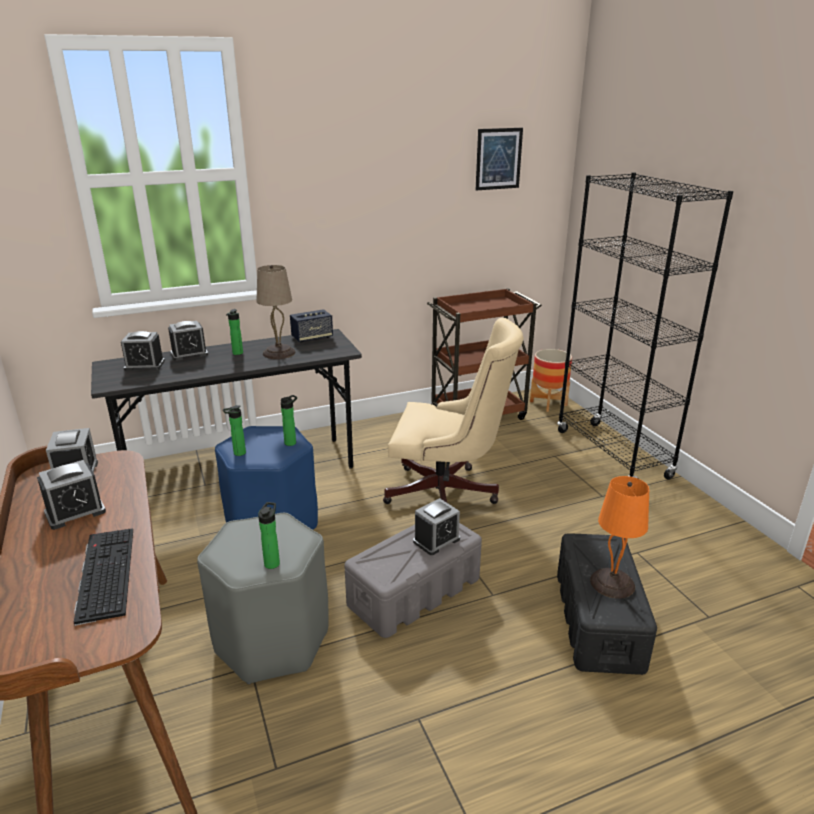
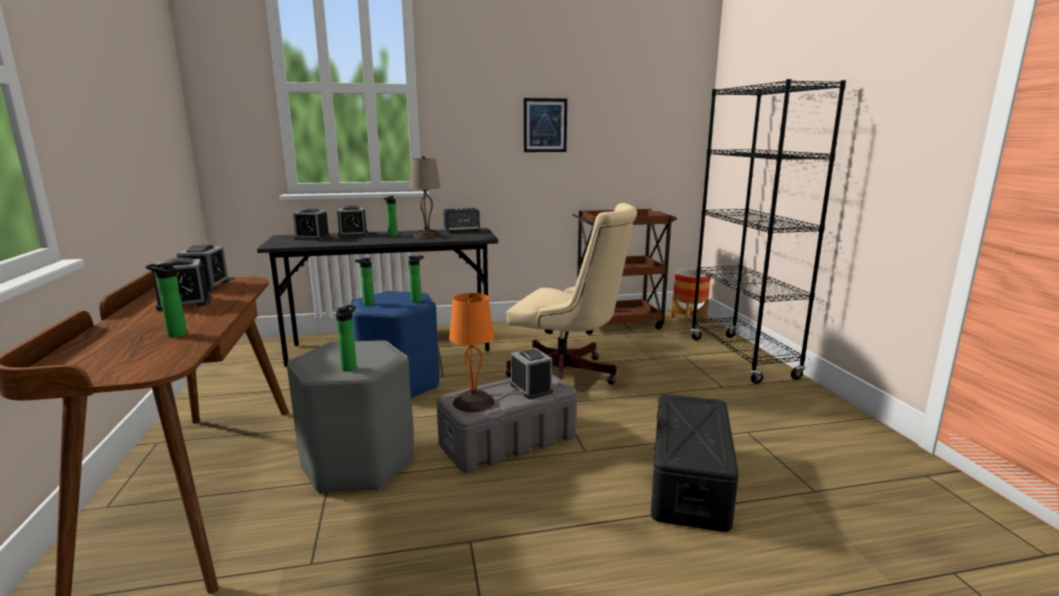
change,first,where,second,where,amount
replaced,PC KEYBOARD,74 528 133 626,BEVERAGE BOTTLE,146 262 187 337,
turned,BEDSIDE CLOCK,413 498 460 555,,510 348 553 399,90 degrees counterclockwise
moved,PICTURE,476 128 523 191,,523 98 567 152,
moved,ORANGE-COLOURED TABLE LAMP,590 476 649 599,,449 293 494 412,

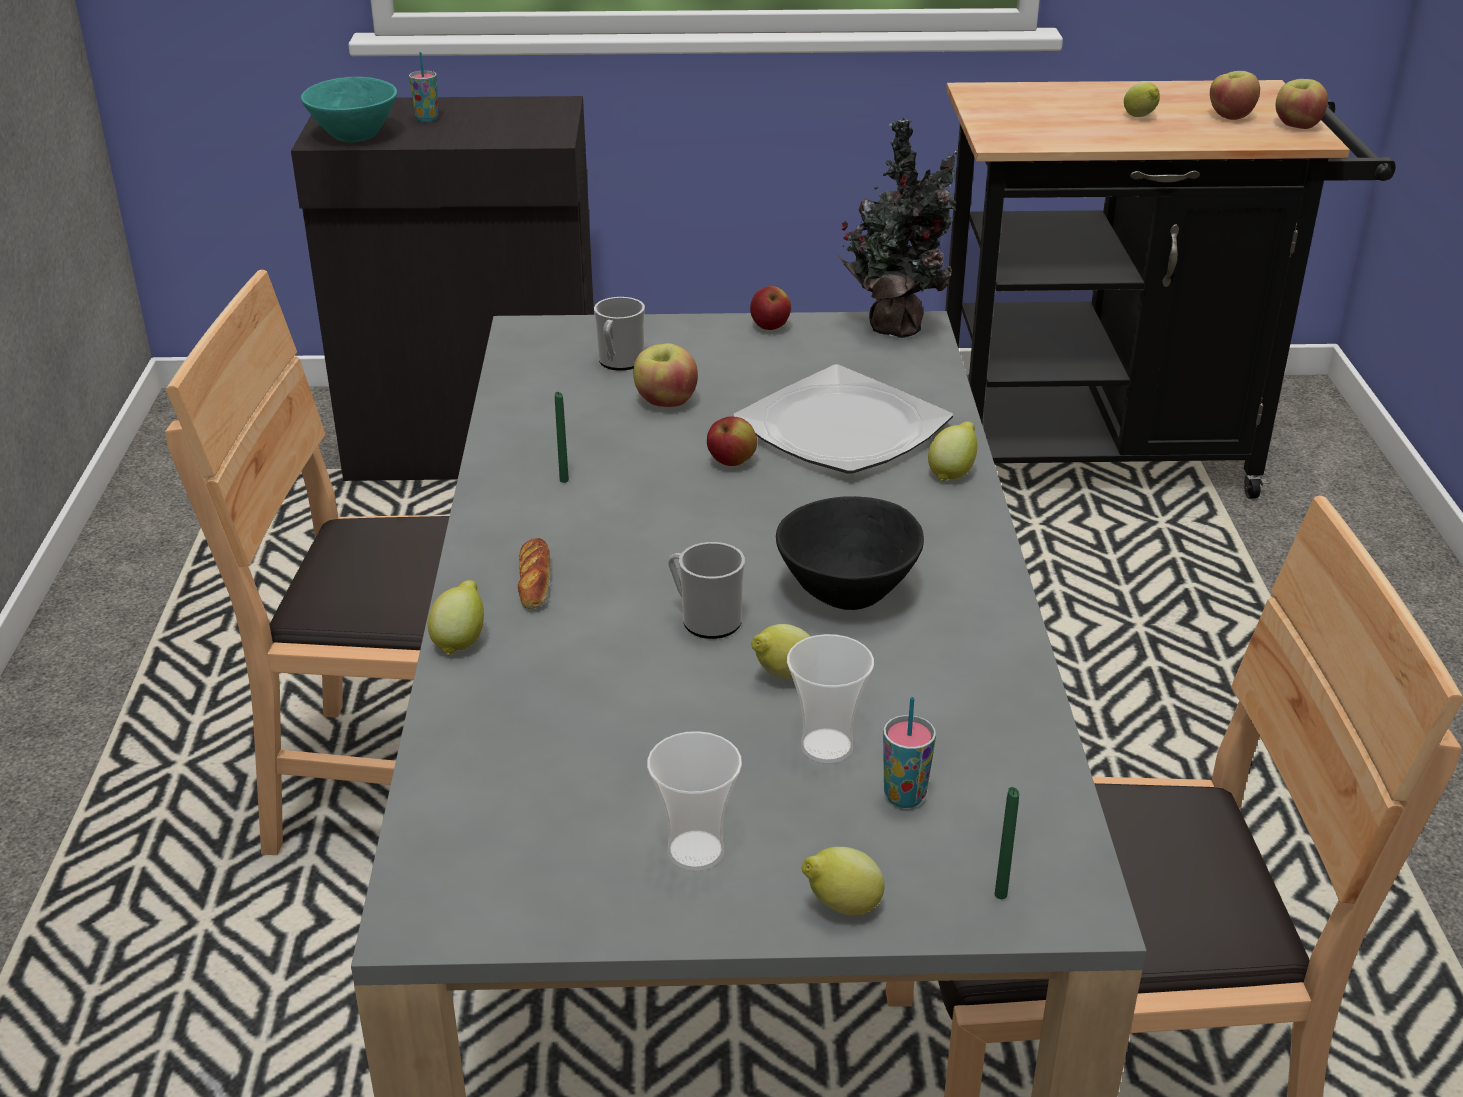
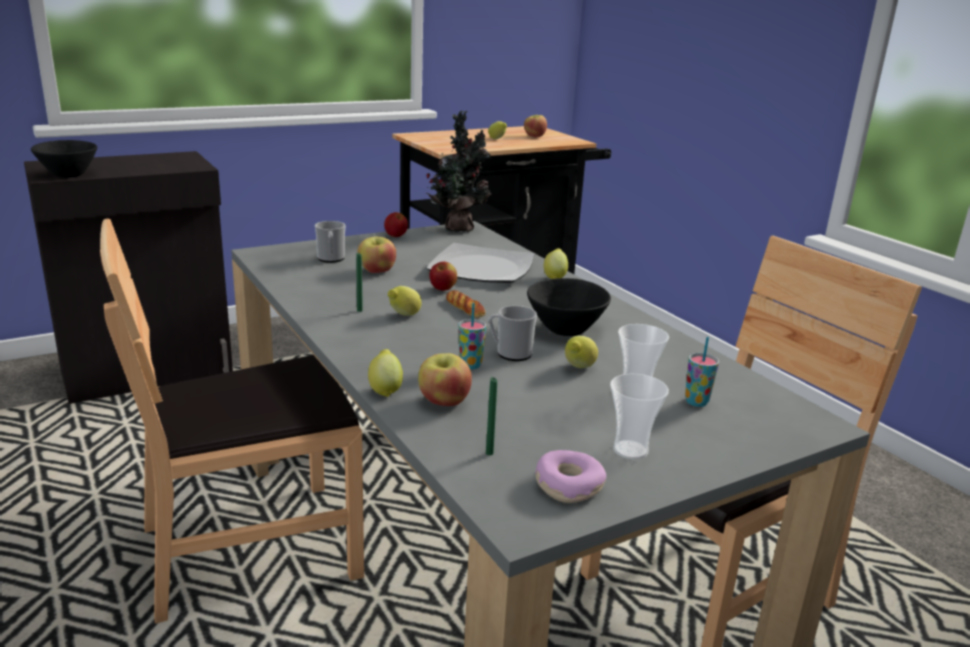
change,first,where,second,where,amount
recoloured,TURQUOISE-COLOURED DEEP DISH,301 77 397 142,BLACK DEEP DISH,31 140 97 177,
moved,CUP,409 52 438 122,,458 303 486 369,
moved,BAKERY BREAD,518 538 550 609,,446 290 486 318,
moved,LEMON,802 847 885 916,,388 286 422 316,
moved,GREENISH WAX LIGHT,995 787 1019 899,,486 377 497 455,
moved,WHOLE APPLE,1275 79 1328 129,,418 353 472 406,
added,,,DOUGHNUT,535 450 607 503,

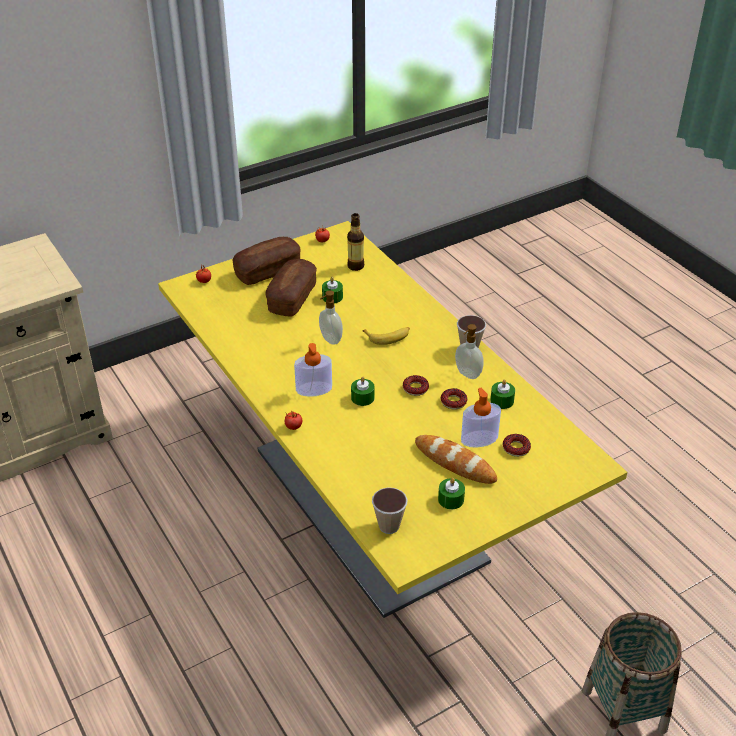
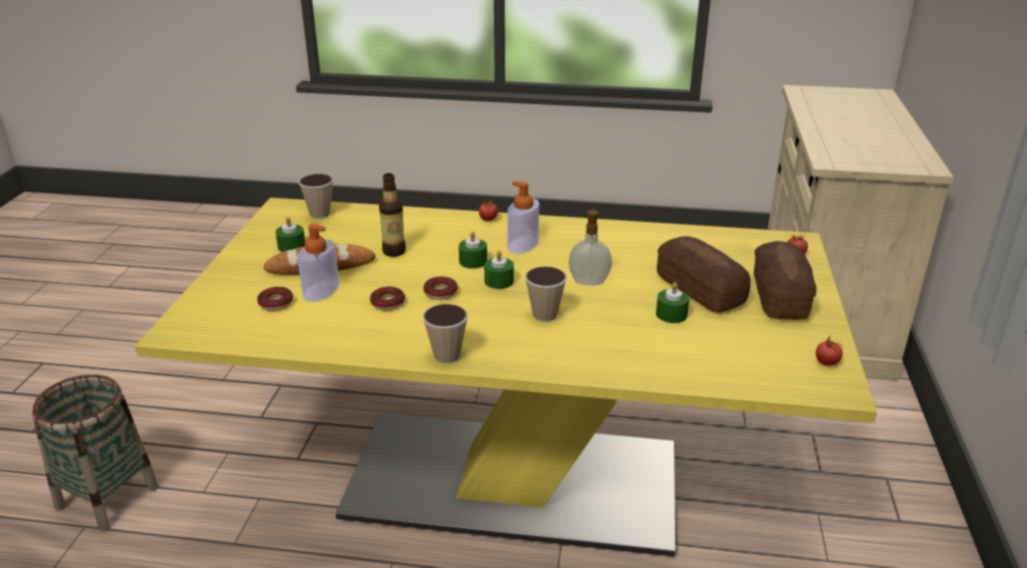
change,first,where,second,where,amount
moved,BEVERAGE BOTTLE,347 213 364 271,,379 173 406 257,
replaced,BANANA,362 327 410 345,CUP,525 266 567 322,
removed,LIQUID SOAP BOTTLE,455 324 484 379,,,
moved,GREENISH WAX LIGHT,490 380 515 409,,484 250 514 289,

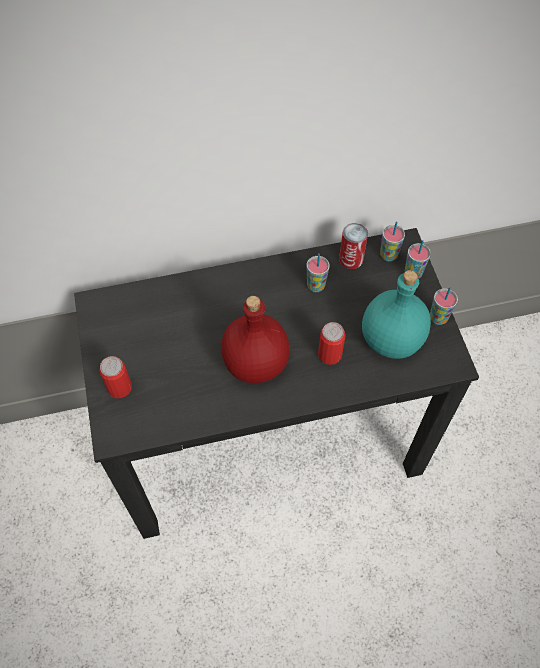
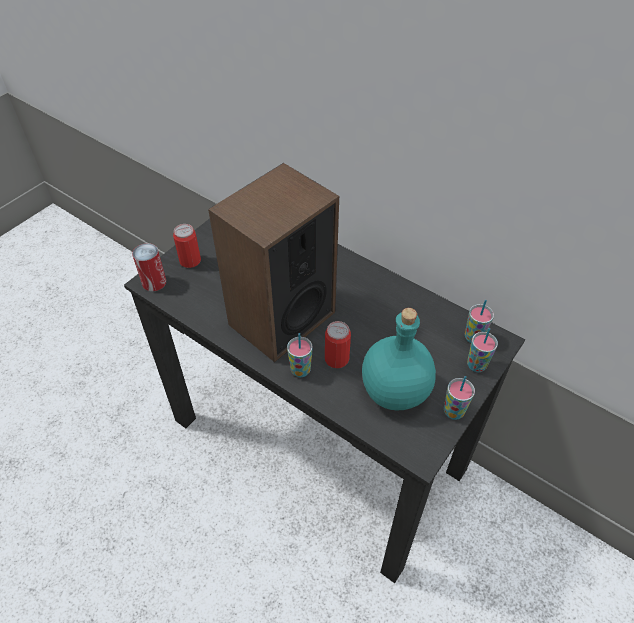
change,first,where,second,where,amount
replaced,RED-COLOURED BEVERAGE BOTTLE,221 296 290 383,SPEAKER,208 163 339 362,
moved,CUP,306 253 330 292,,287 333 313 377,
moved,SEALED CAN,339 223 368 269,,132 243 166 291,

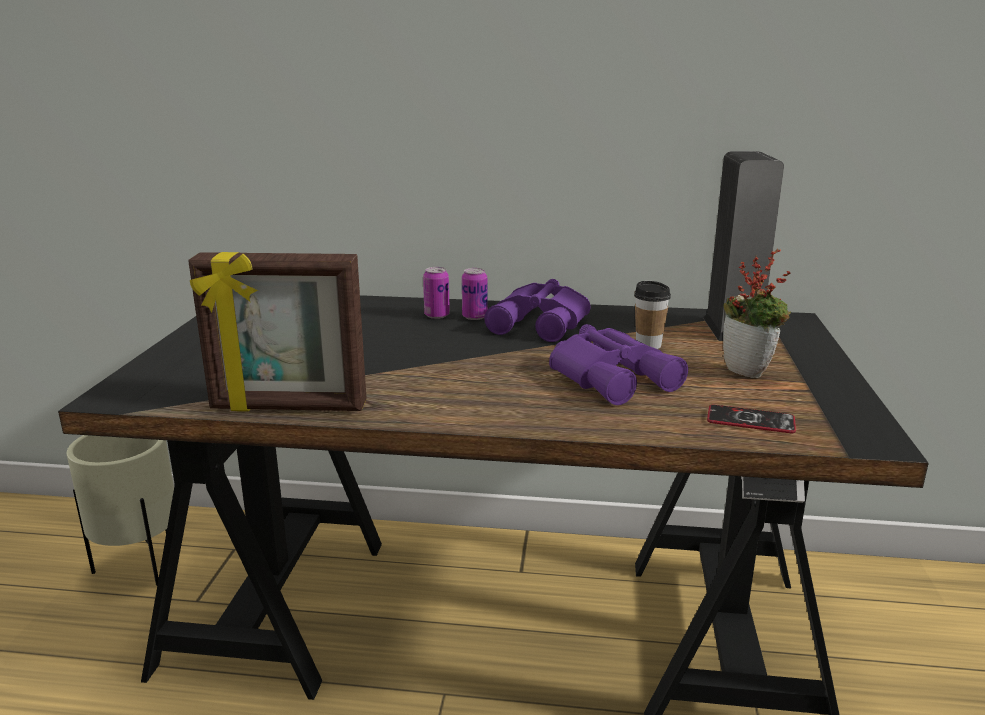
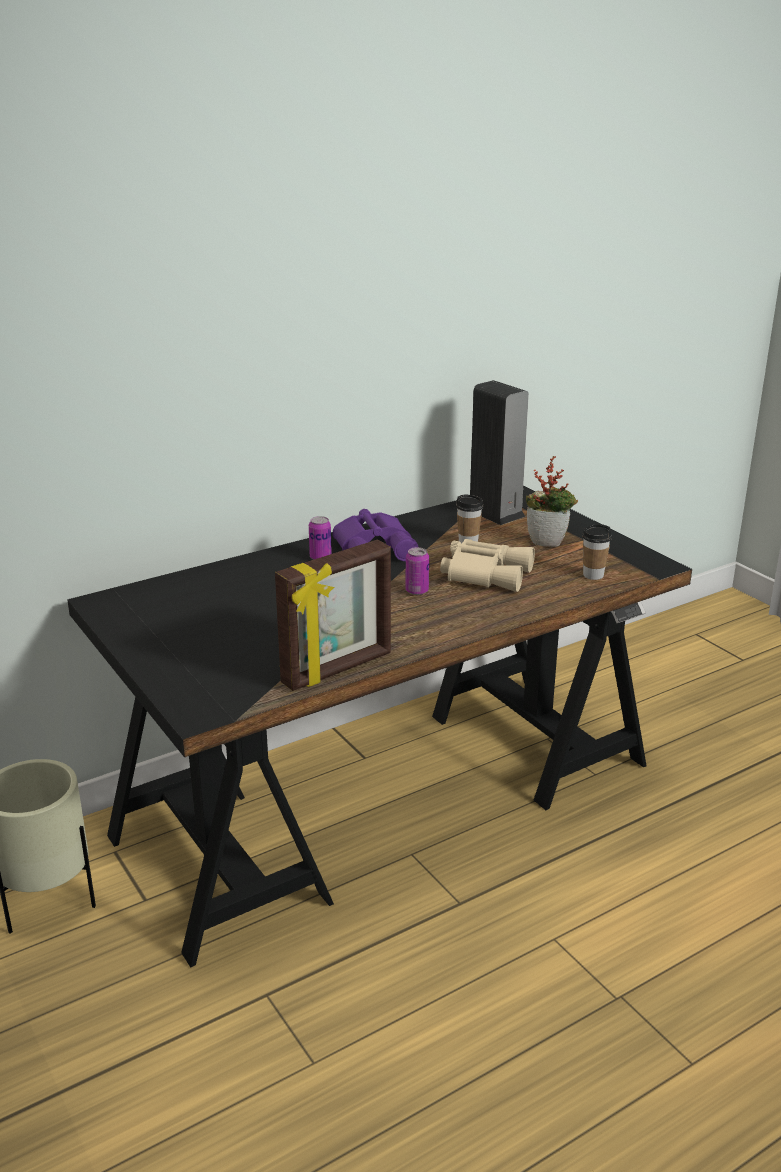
change,first,where,second,where,amount
moved,SEALED CAN,423 267 450 319,,406 547 429 595,
recoloured,PURPLISH PAIR OF BINOCULARS,549 324 688 405,SAND-COLOURED PAIR OF BINOCULARS,440 539 535 592,
replaced,TELEPHONE,707 405 796 433,CUP,582 524 612 580,

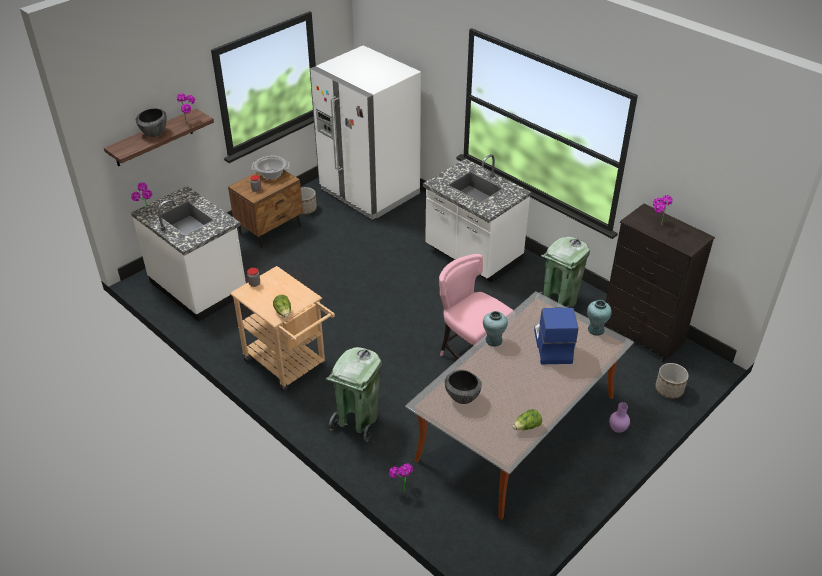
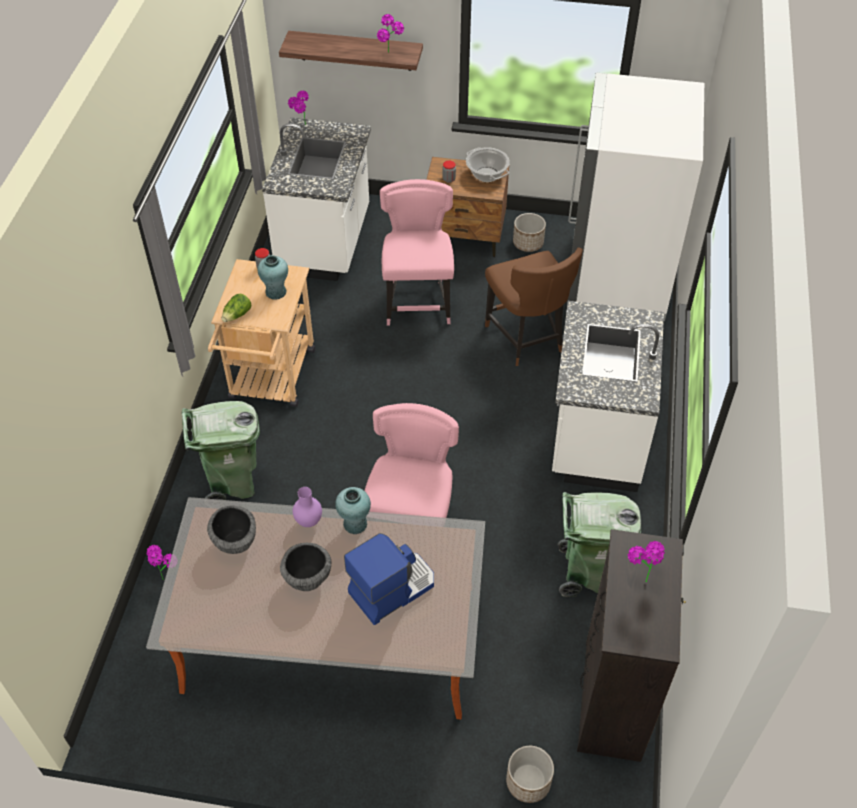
change,first,where,second,where,amount
moved,DEEP DISH,136 108 167 137,,280 543 331 591,
removed,HEAD OF LETTUCE,513 409 542 430,,,
moved,TURQUOISE-COLOURED DECORATIVE VASE,587 300 612 336,,258 255 288 300,
moved,PURPLISH DECORATIVE VASE,609 402 630 433,,293 487 322 527,
added,,,PINK-COLOURED PLAIN CHAIR,380 179 454 326,
added,,,BROWNISH PLAIN CHAIR,485 247 583 366,

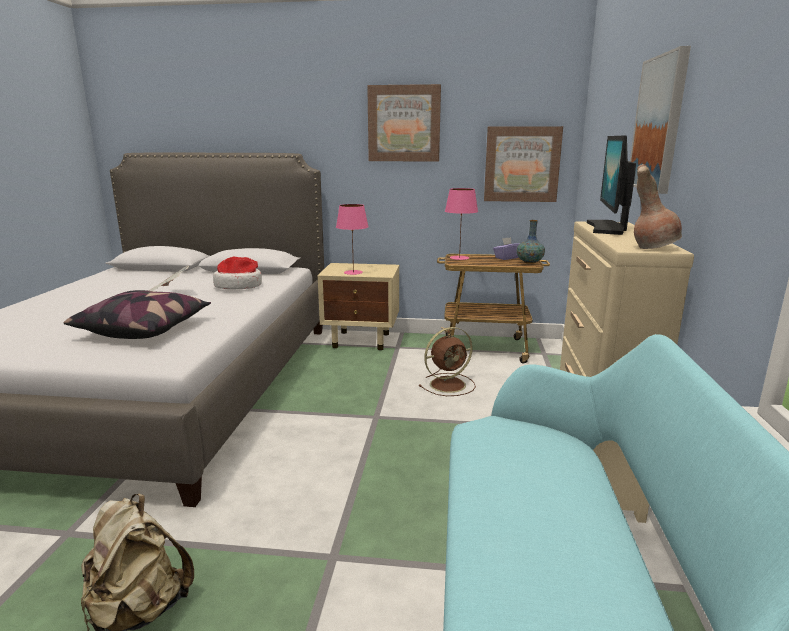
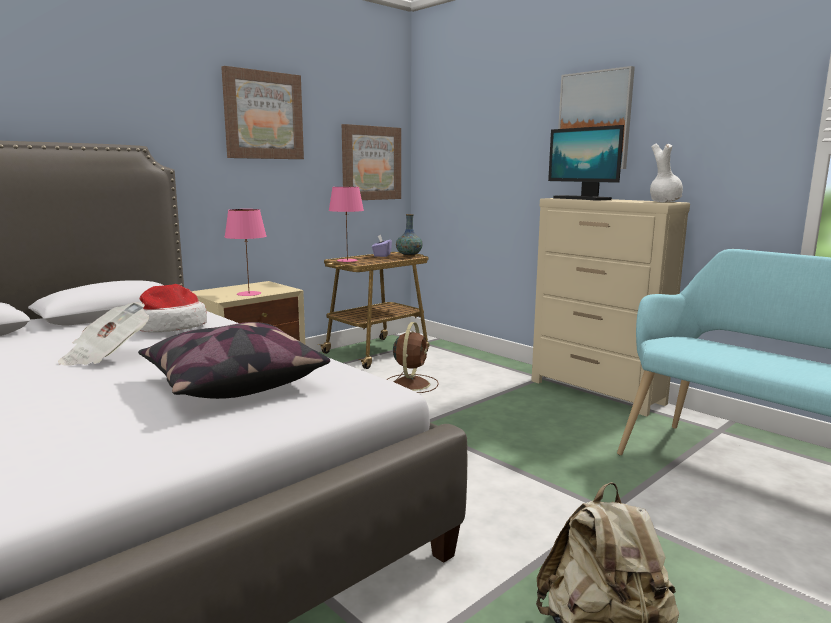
change,first,where,second,where,amount
recoloured,BROWNISH DECORATIVE VASE,634 164 682 249,WHITISH DECORATIVE VASE,650 143 683 202,

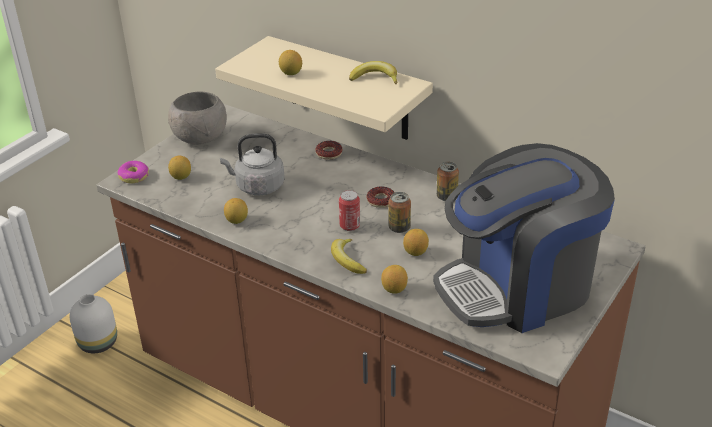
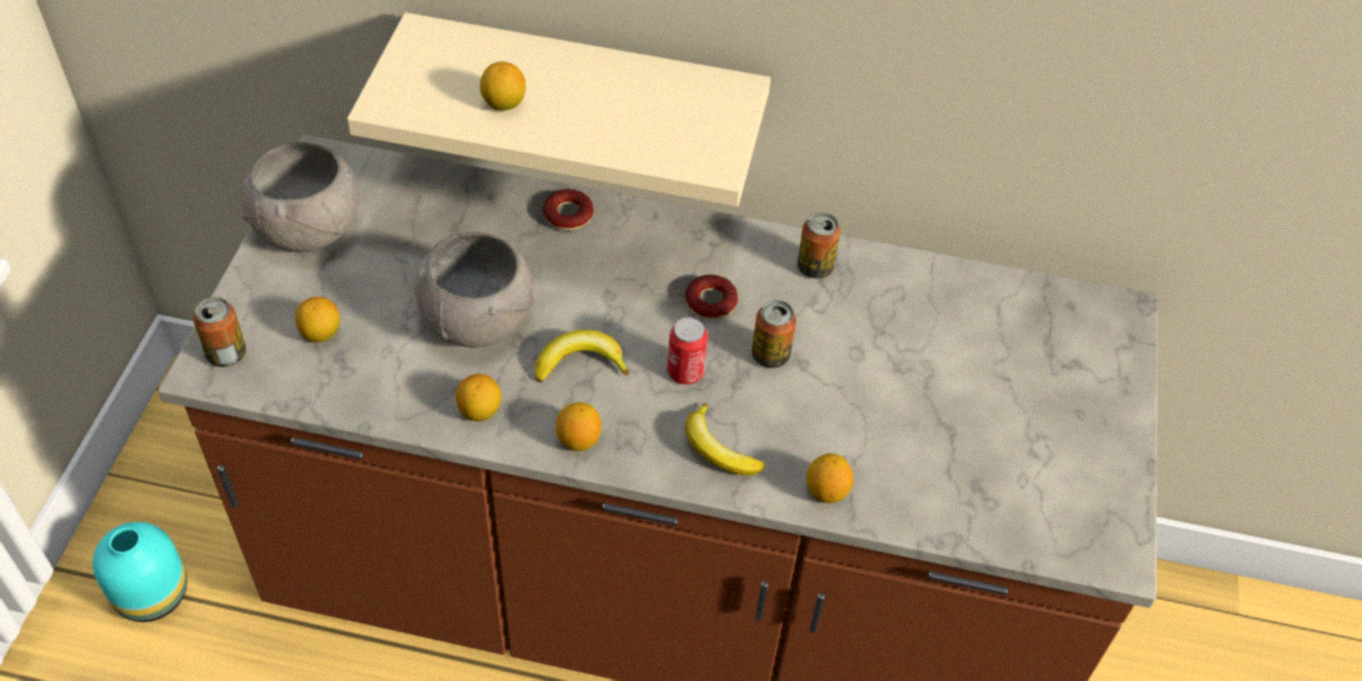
change,first,where,second,where,amount
recoloured,WHITISH DECORATIVE VASE,70 294 117 353,TURQUOISE-COLOURED DECORATIVE VASE,93 522 187 622,
replaced,DOUGHNUT,118 161 149 183,SEALED CAN,193 297 246 367,
replaced,GREY KETTLE,220 133 285 195,GREY DEEP DISH,414 232 535 348,
moved,BANANA,349 61 397 84,,535 330 629 382,
moved,LEMON,403 229 429 256,,556 402 601 451,
removed,COFFEE BREWER,433 143 615 333,,,

